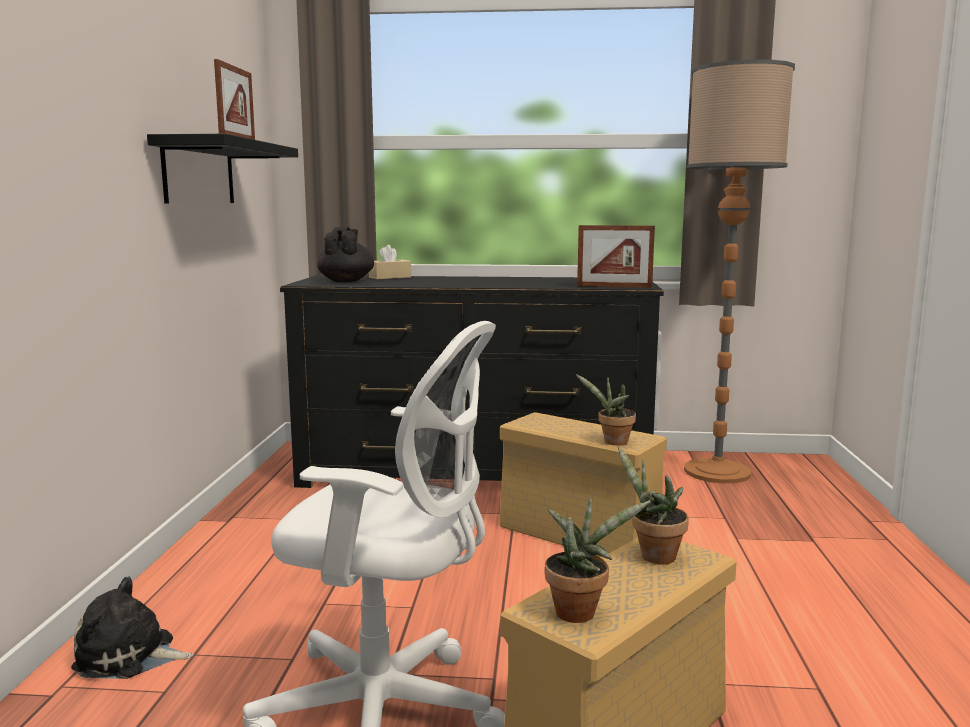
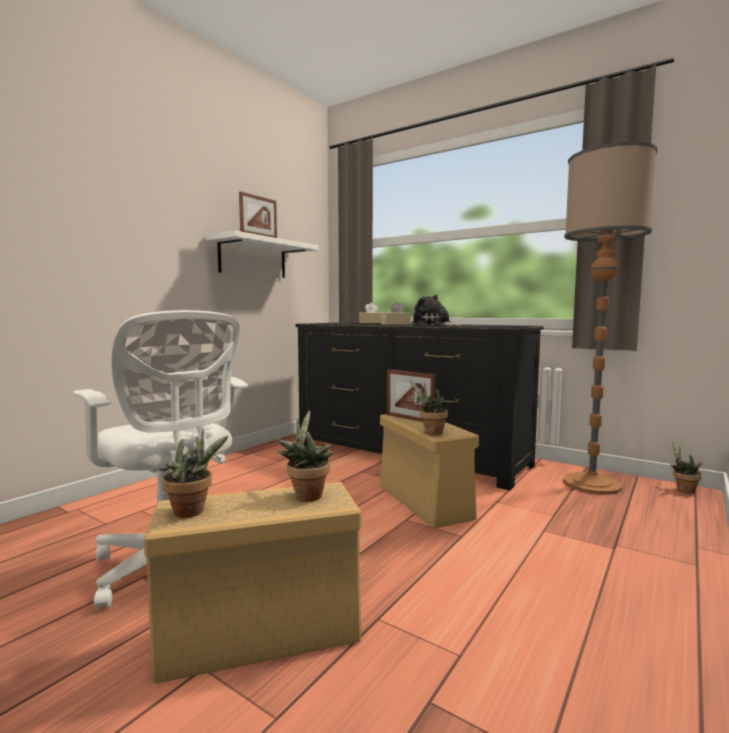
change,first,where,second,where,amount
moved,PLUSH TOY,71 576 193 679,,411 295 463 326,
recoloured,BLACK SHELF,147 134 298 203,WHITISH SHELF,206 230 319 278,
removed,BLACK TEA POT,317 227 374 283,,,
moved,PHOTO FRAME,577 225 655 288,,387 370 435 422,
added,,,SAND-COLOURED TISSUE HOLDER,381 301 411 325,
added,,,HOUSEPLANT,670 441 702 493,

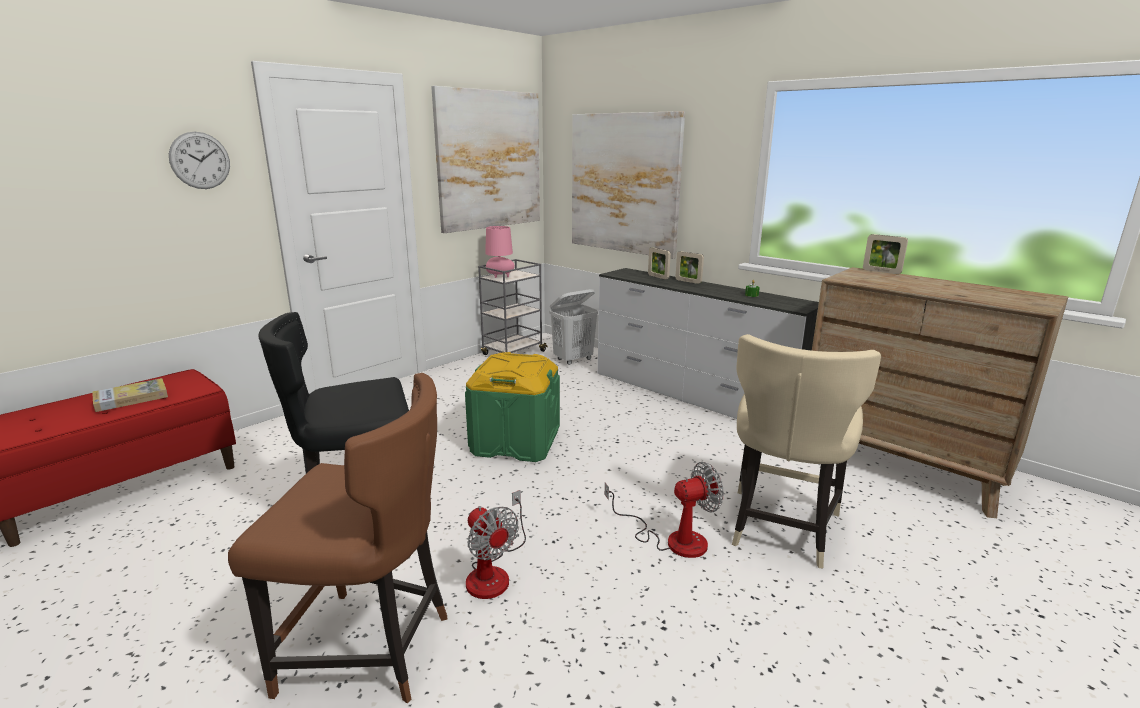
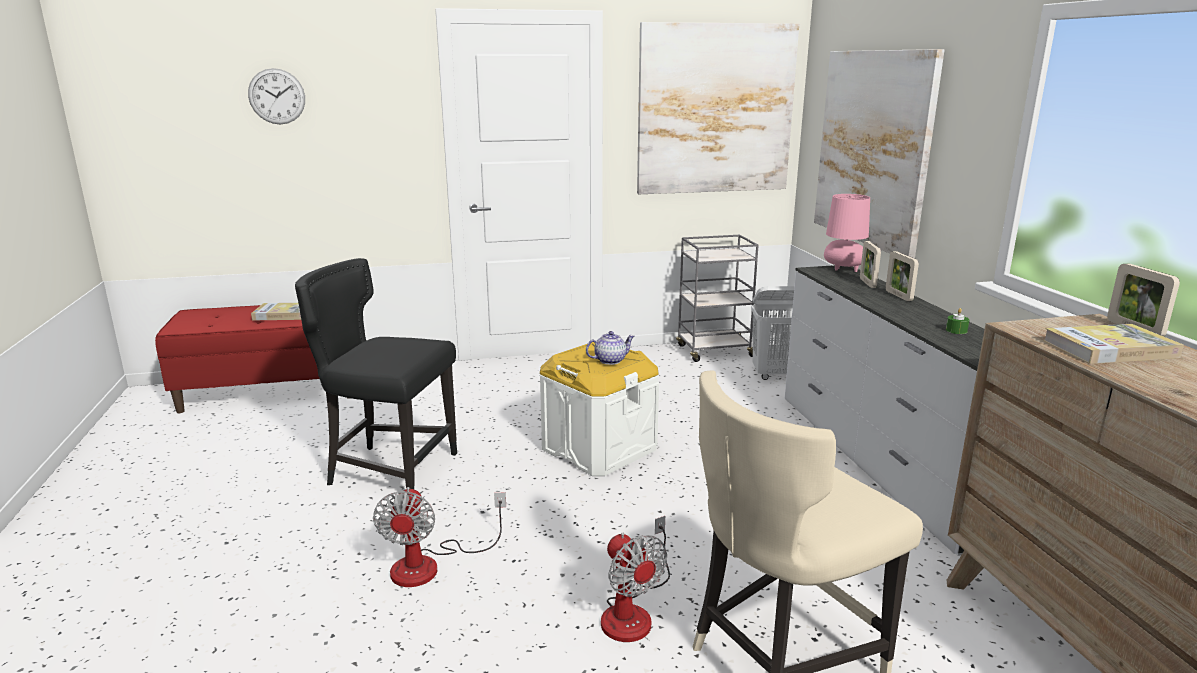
change,first,where,second,where,amount
moved,WALL CLOCK,169 132 230 189,,248 68 305 124,
removed,BROWNISH PLAIN CHAIR,228 373 447 703,,,
recoloured,GREENISH STORAGE CONTAINER,465 352 560 462,WHITISH STORAGE CONTAINER,539 342 659 476,
moved,PINK-COLOURED TABLE LAMP,485 226 515 278,,824 194 870 272,
turned,COOLING FAN,605 462 724 558,,601 516 670 642,45 degrees clockwise
added,,,TEA POT,586 331 635 365,
added,,,BOOK,1043 324 1184 364,

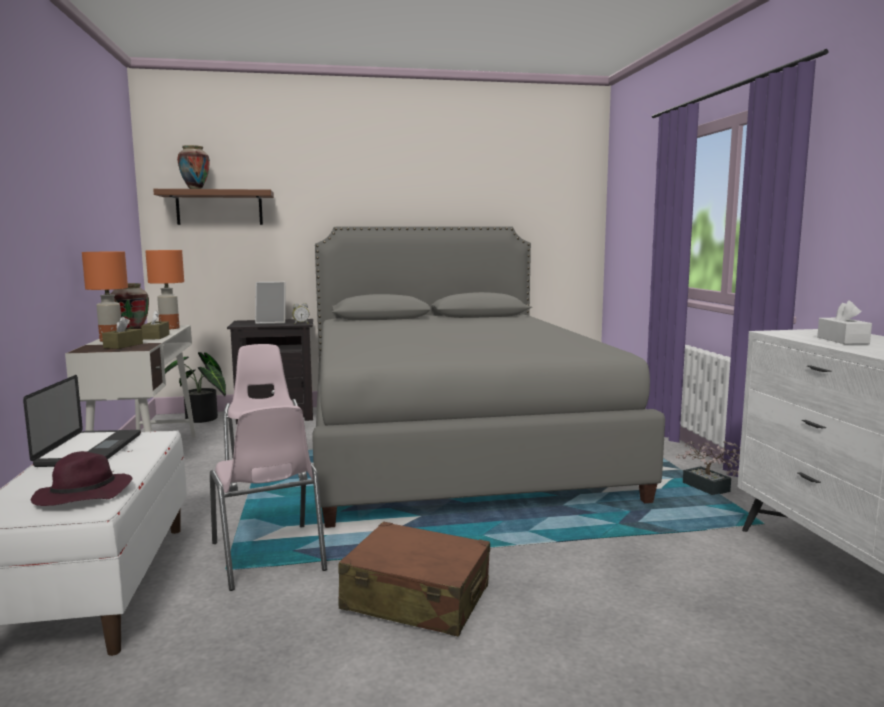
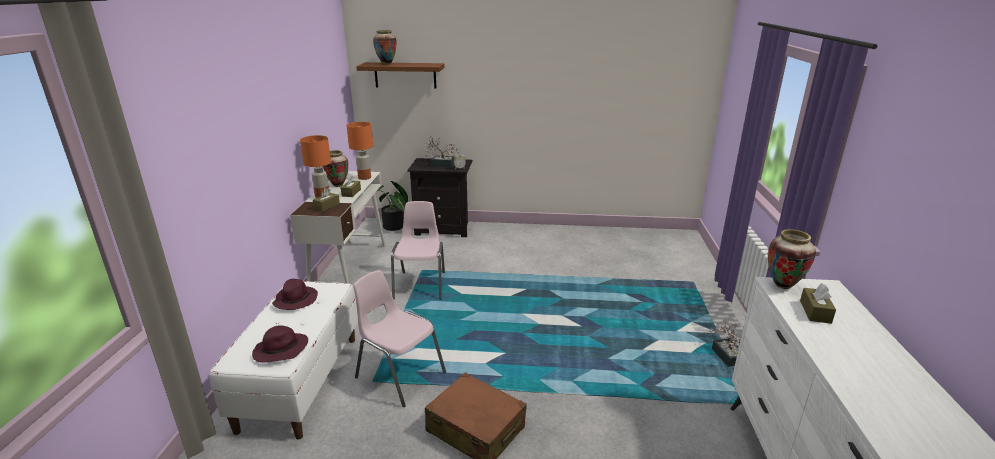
change,first,where,second,where,amount
replaced,LAPTOP,23 375 141 467,PURPLISH HAT,272 279 318 310,
turned,PINK-COLOURED PLAIN CHAIR,210 406 327 591,,353 270 446 407,135 degrees clockwise
replaced,PHOTO FRAME,255 282 286 324,HOUSEPLANT,424 135 458 168,
removed,GREY BEDROOM BED,312 226 665 528,,,
recoloured,WHITISH TISSUE HOLDER,817 300 872 344,BROWNISH TISSUE HOLDER,800 283 836 324,
added,,,DECORATIVE VASE,768 229 816 289,

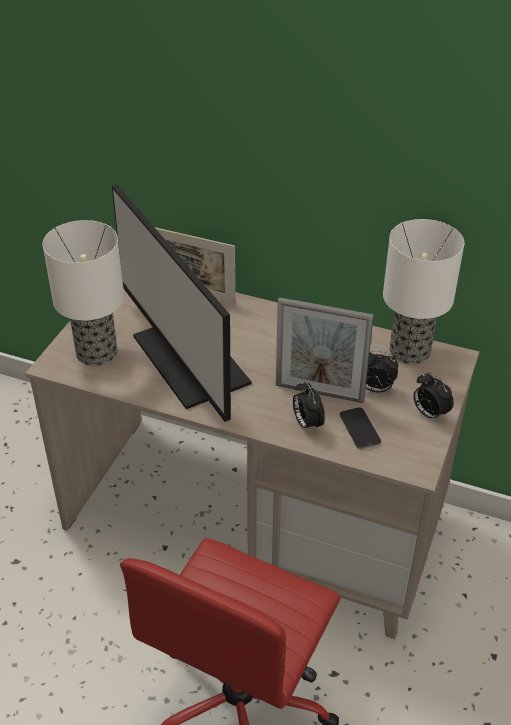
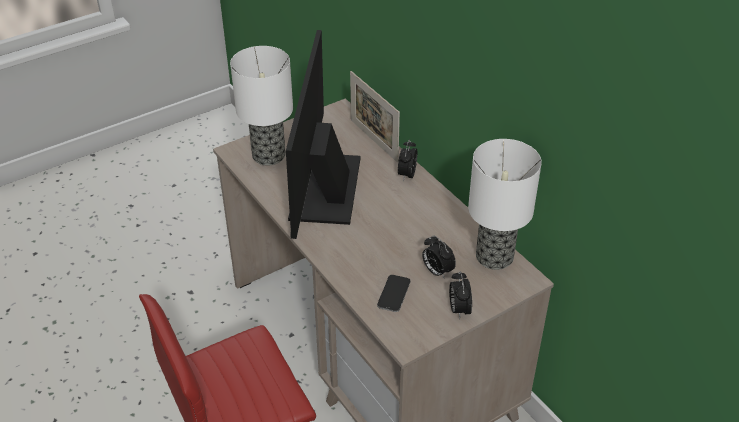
change,first,where,second,where,amount
removed,PHOTO FRAME,276 297 374 403,,,
moved,BEDSIDE CLOCK,293 381 325 434,,398 139 417 181,

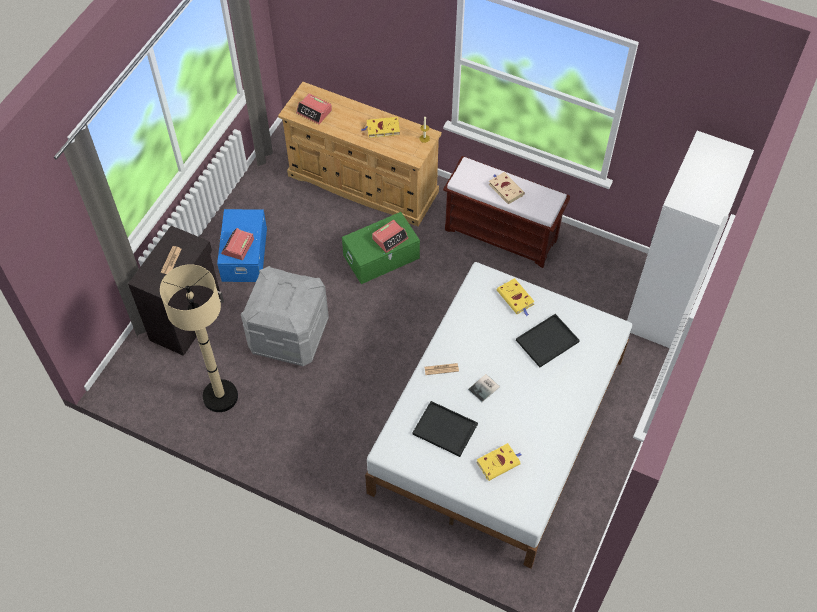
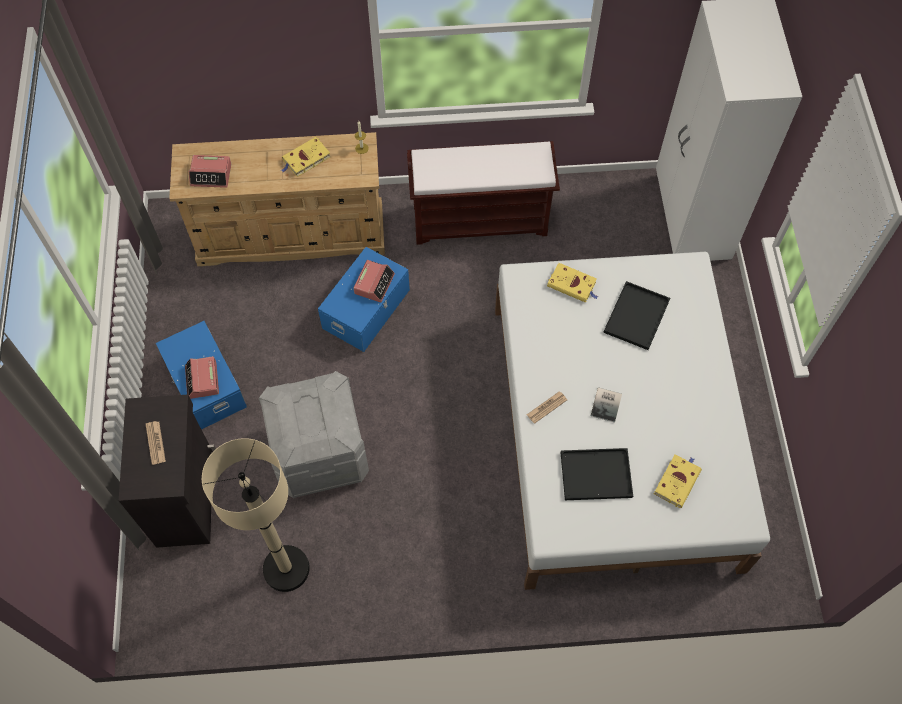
change,first,where,second,where,amount
recoloured,GREENISH STORAGE CONTAINER,342 212 420 284,BLUE-COLOURED STORAGE CONTAINER,318 247 410 352,
removed,SAND-COLOURED BOOK,489 172 525 204,,,

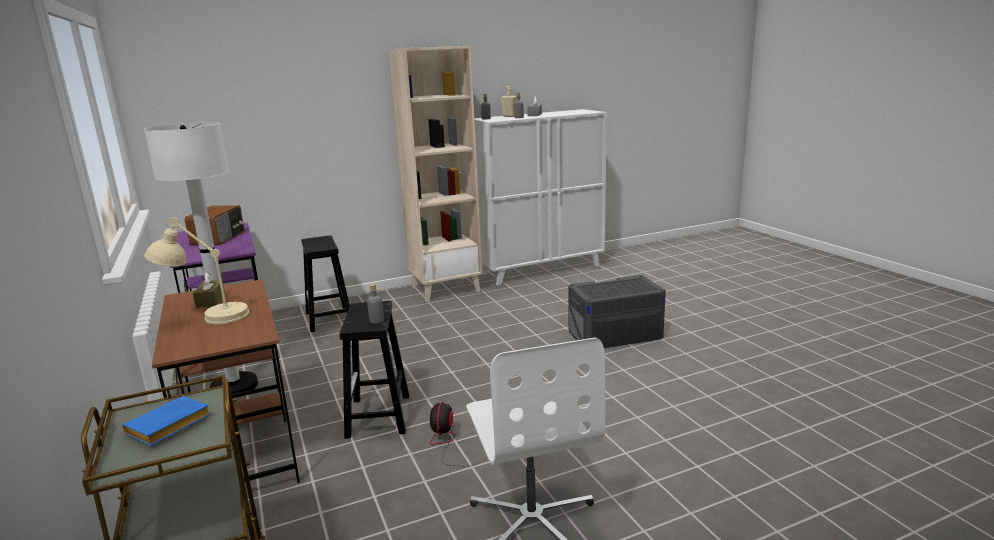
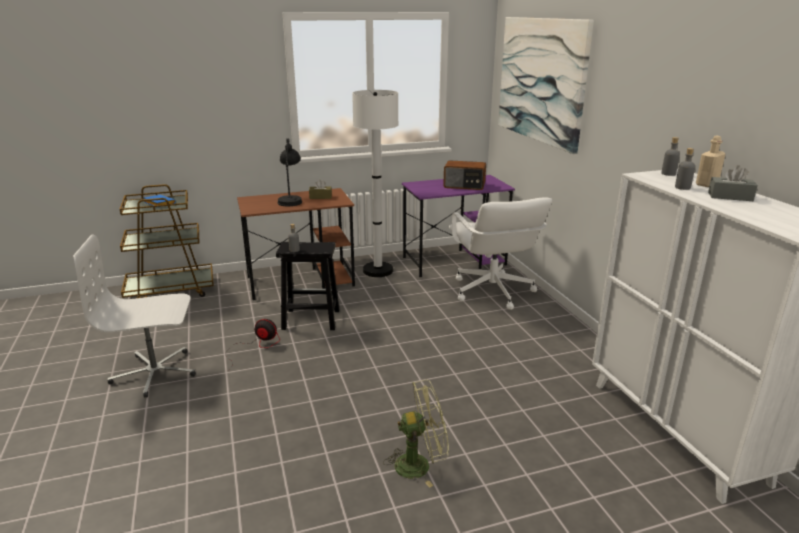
change,first,where,second,where,amount
recoloured,SAND-COLOURED TABLE LAMP,144 217 249 325,BLACK TABLE LAMP,278 138 302 207,
replaced,BLACK STOOL,301 235 350 332,WHITISH COMPUTER CHAIR,449 198 552 310,
removed,SAND-COLOURED BOOKCASE,388 46 482 302,,,
replaced,GREY STORAGE CONTAINER,568 275 666 348,GREENISH COOLING FAN,383 380 449 488,
added,,,PICTURE,498 17 594 154,

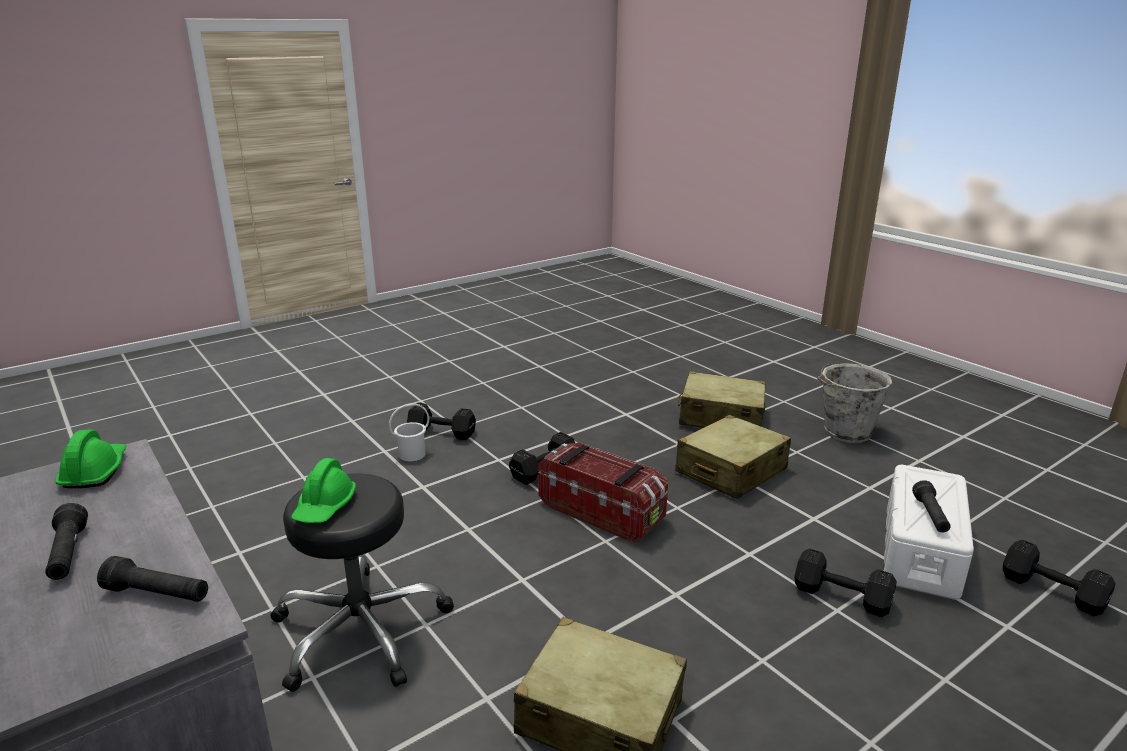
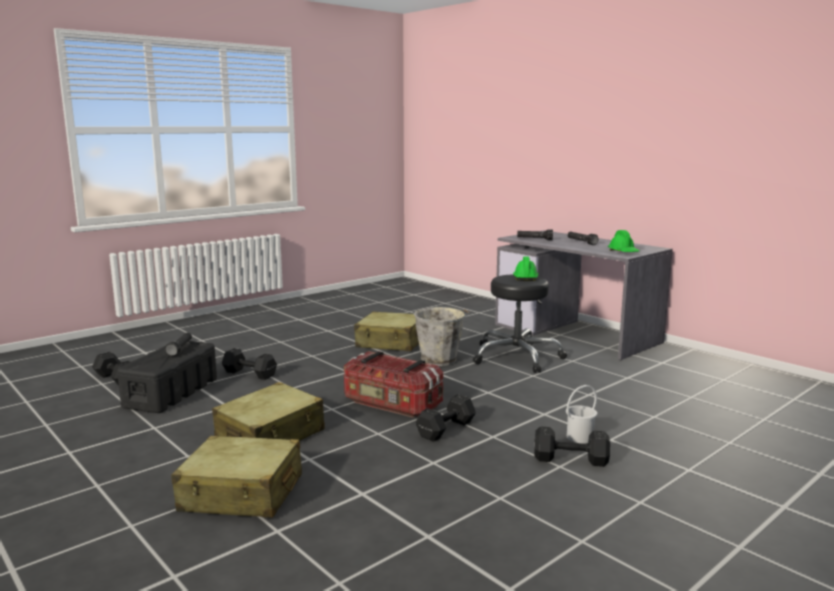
change,first,where,second,where,amount
moved,GREY WATER BUCKET,817 363 892 443,,414 307 470 366,
recoloured,WHITISH STORAGE CONTAINER,884 465 974 600,BLACK STORAGE CONTAINER,117 341 217 413,

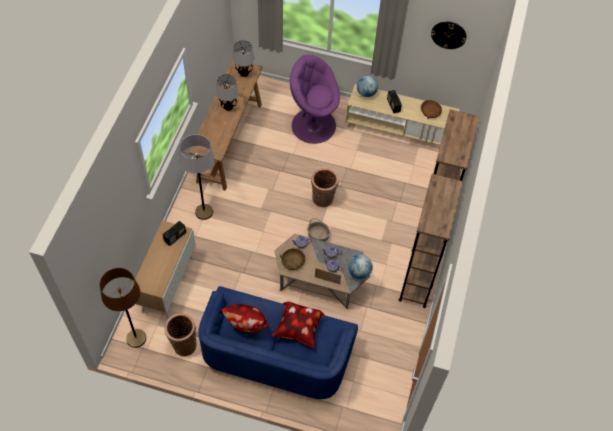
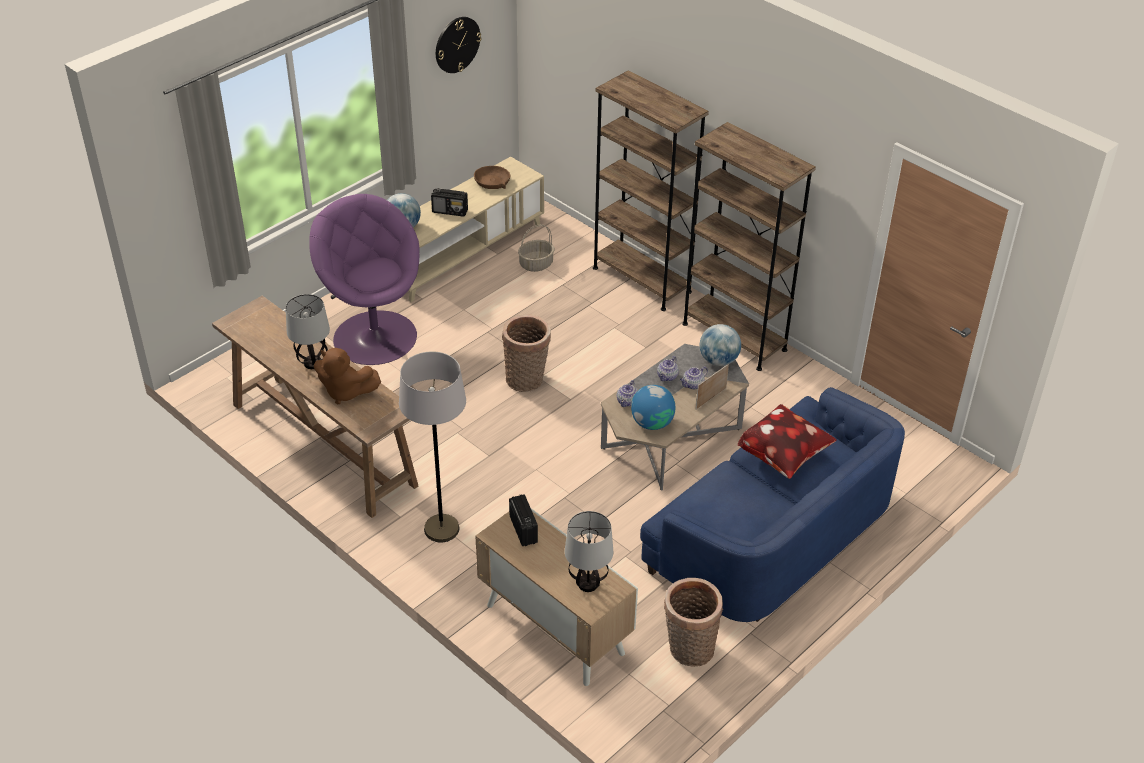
change,first,where,second,where,amount
removed,BROWNISH FLOOR LAMP,100 268 146 348,,,
removed,PILLOW,222 304 269 332,,,
moved,TABLE LAMP,233 40 254 77,,565 511 614 592,
replaced,BROWNISH DEEP DISH,280 248 306 270,DESK GLOBE,631 385 675 430,
turned,PURPLISH ARMCHAIR,290 55 340 144,,309 194 419 365,90 degrees clockwise
moved,HOUSEHOLD BASKET,308 218 330 242,,518 224 554 272,
added,,,BROWNISH PLUSH TOY,314 348 381 405,

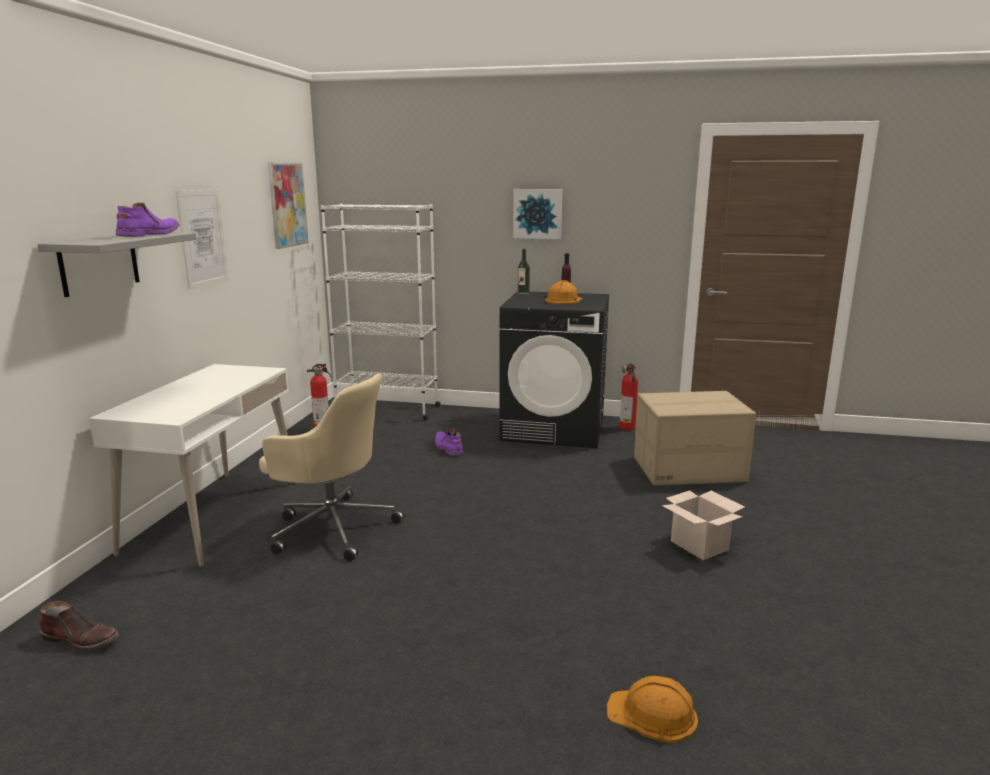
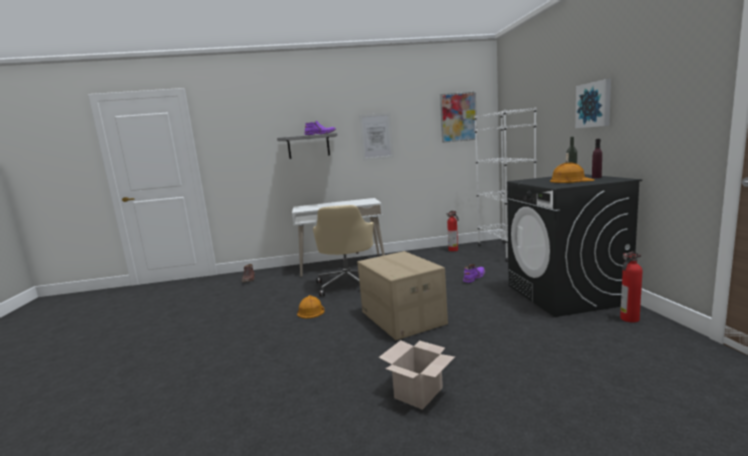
change,first,where,second,where,amount
moved,ORANGE-COLOURED SAFETY HELMET,607 676 698 743,,297 295 324 319,
moved,CARDBOARD BOX,634 391 756 486,,357 251 448 340,

